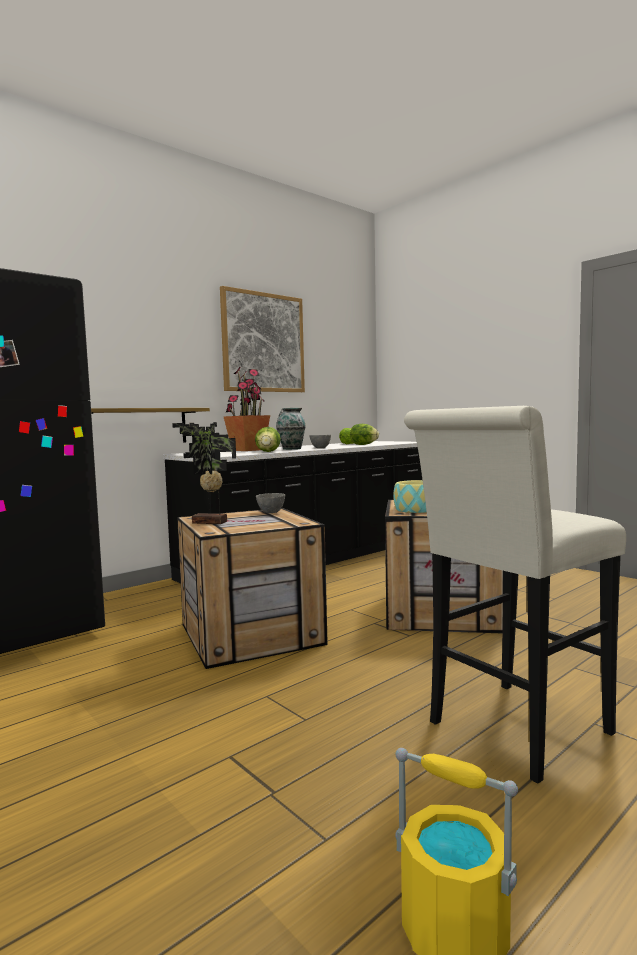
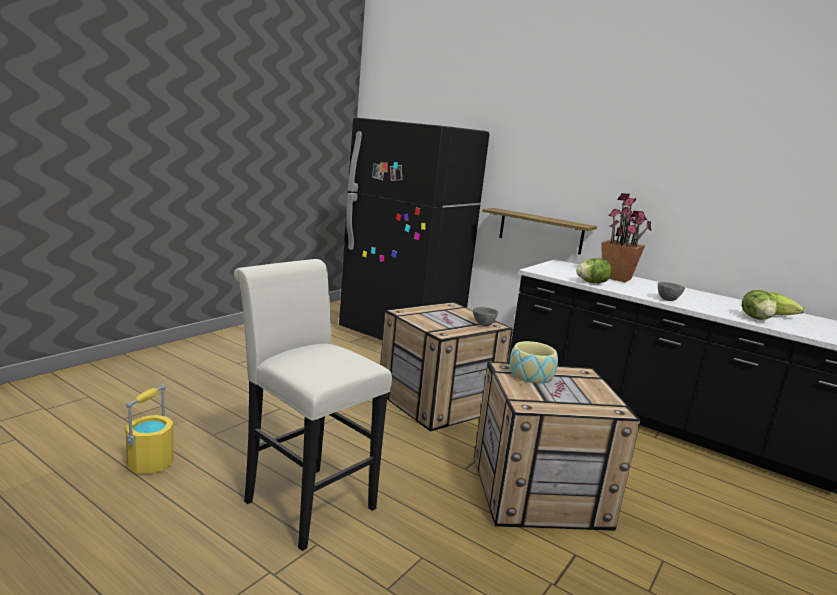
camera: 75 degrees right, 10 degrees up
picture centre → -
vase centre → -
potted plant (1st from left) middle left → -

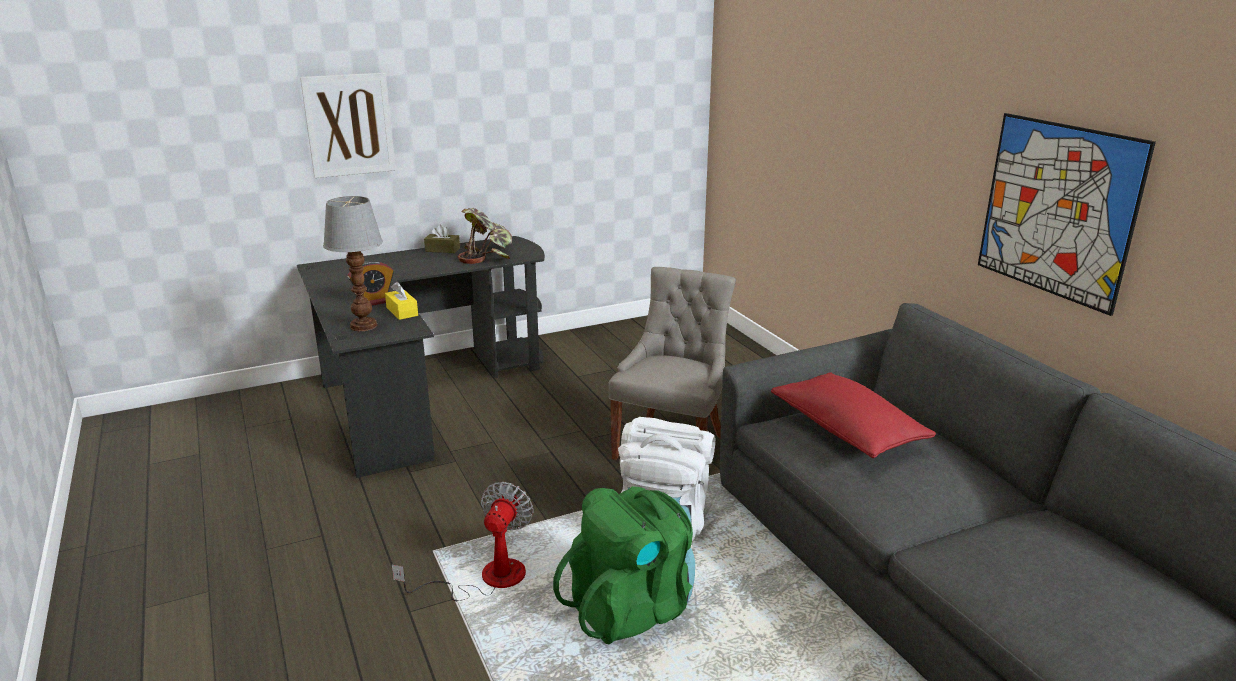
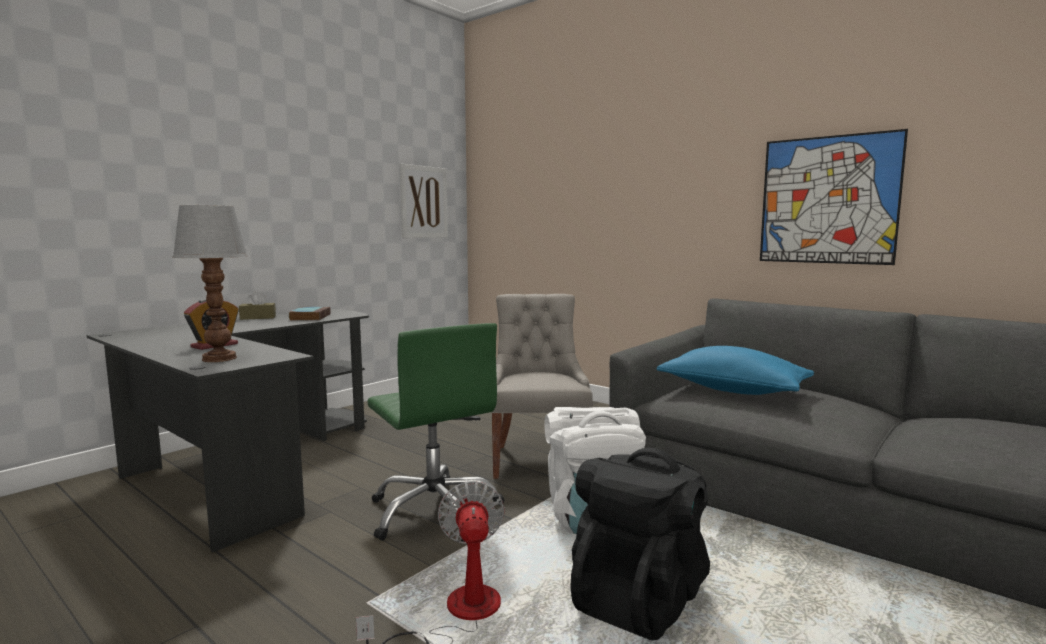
camera: 25 degrees left, 15 degrees down
picture (1st from left) top left → picture (1st from left) top centre, moved
potted plant centre → bound book middle left
tissue holder in yellow middle left → -
pillow in reddish middle right → pillow in blue middle right
rucksack in greenish bottom centre → rucksack in blackish bottom centre
- → desk chair in greenish bottom centre

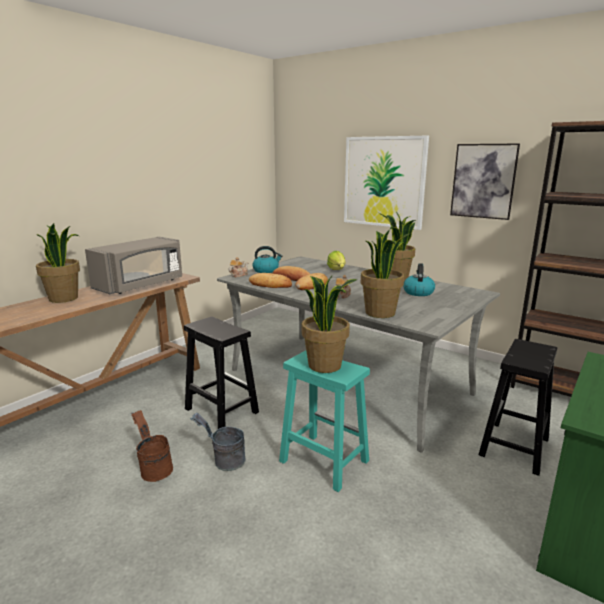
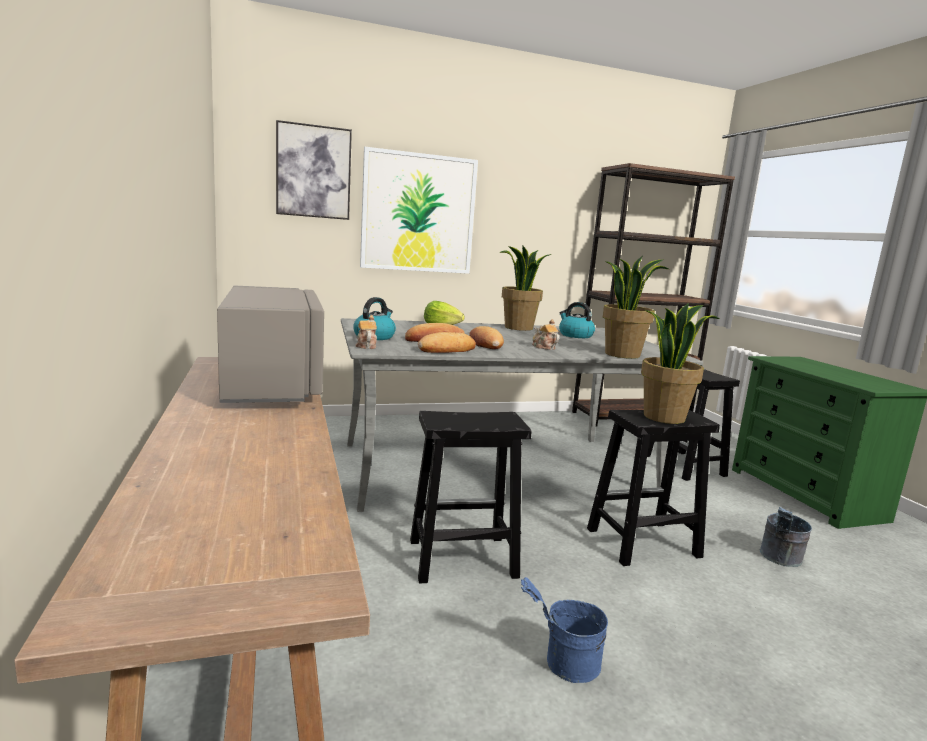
camera: 55 degrees left, 5 degrees down
picture (2nd from left in the first image) top right → picture (1st from left) top centre, moved
potted plant (1st from left) middle left → -
sitting stool in turquoise-coloured bottom centre → sitting stool in blackish (2nd from left) middle right
pail in brownish bottom left → pail in blue bottom centre
pail in greyish bottom centre → pail in greyish bottom right, moved

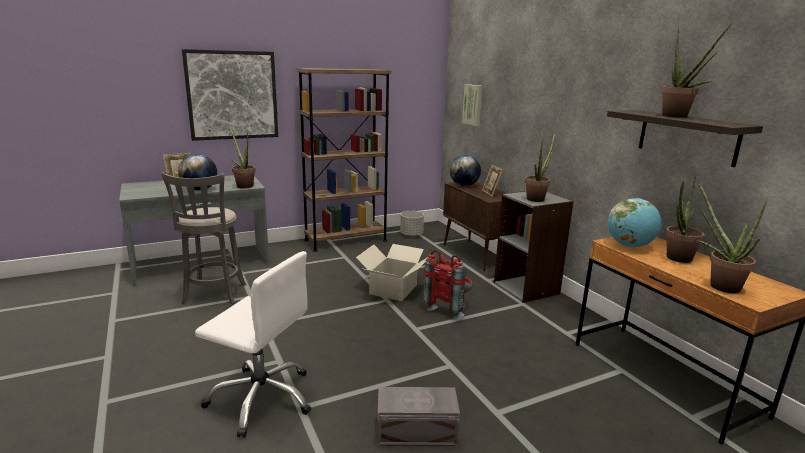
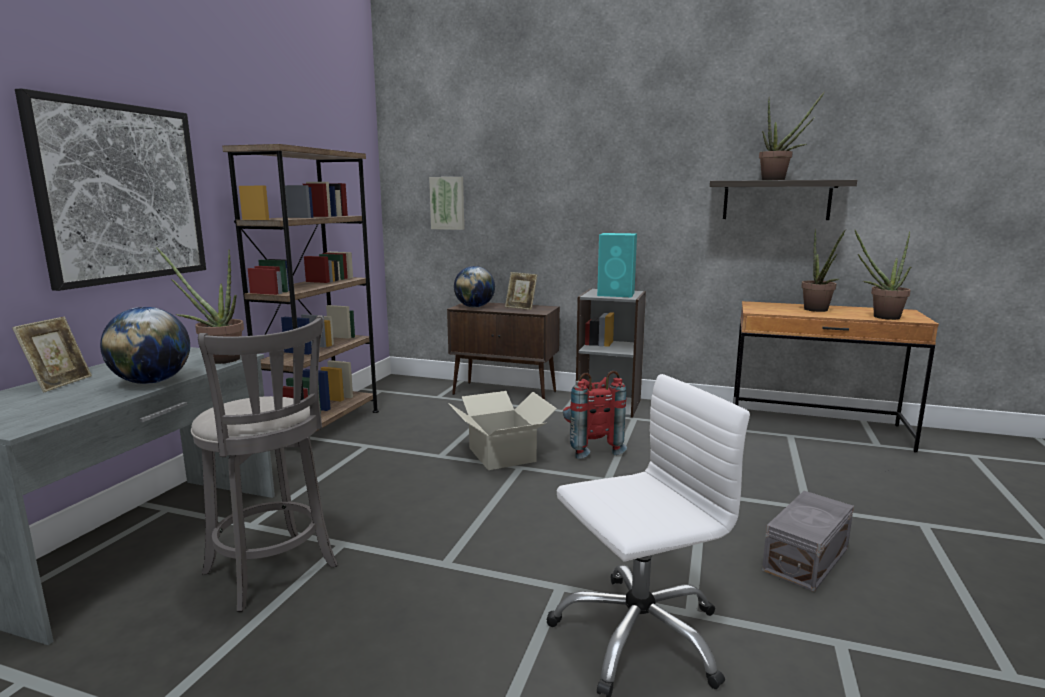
camera: 45 degrees left, 5 degrees down
potted plant (2nd from left) middle right → audio speaker in turquoise-coloured centre
globe (3rd from left) middle right → -
plant pot in greyish centre → -

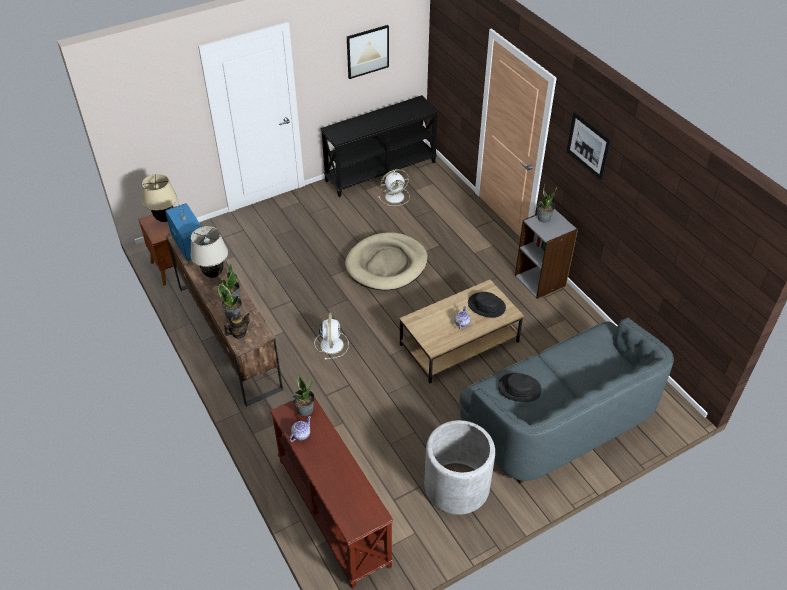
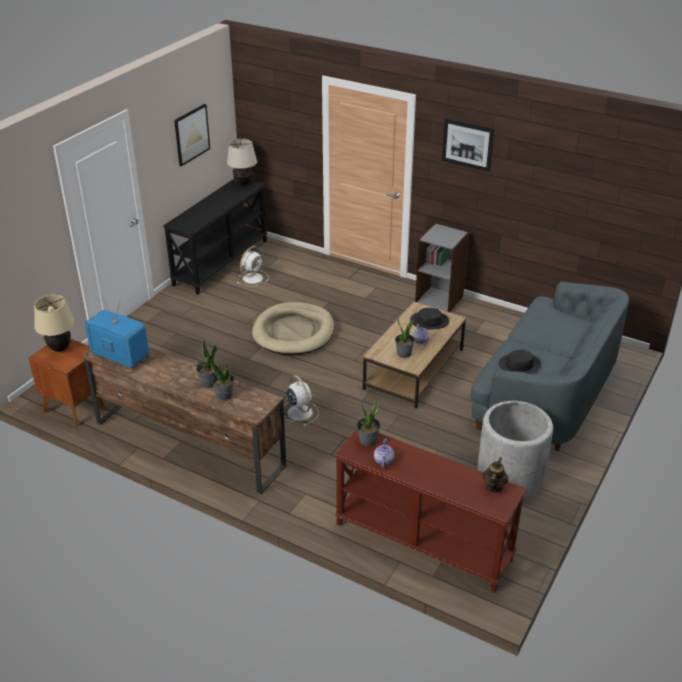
camera: 30 degrees left, 10 degrees down
potted plant (4th from left) middle right → potted plant (4th from left) centre, moved
table lamp in sand-coloured (2nd from left) middle left → table lamp in sand-coloured (2nd from left) top centre, moved
pot for tea (1st from left in the first image) middle left → pot for tea (3rd from left) bottom right, moved

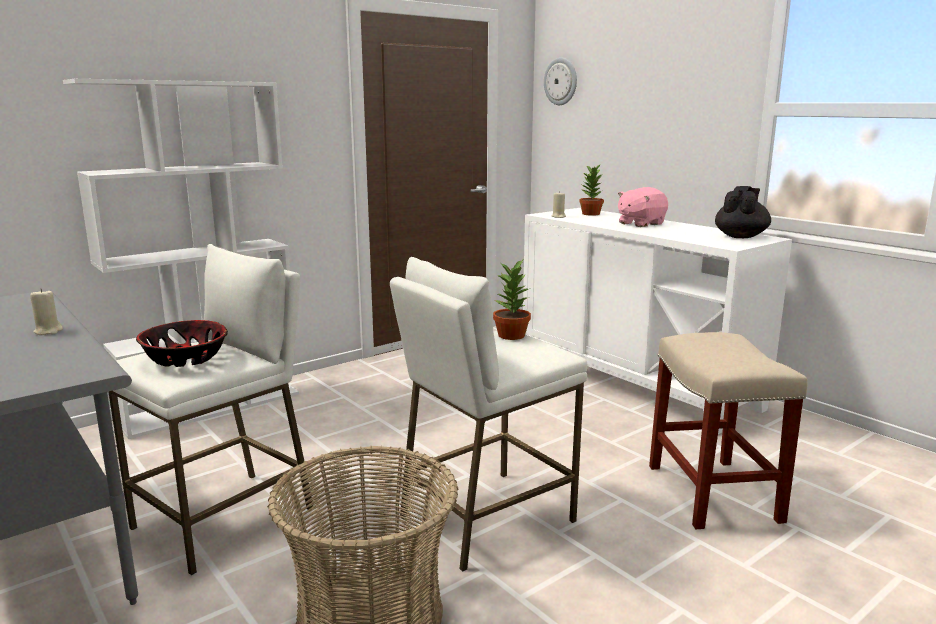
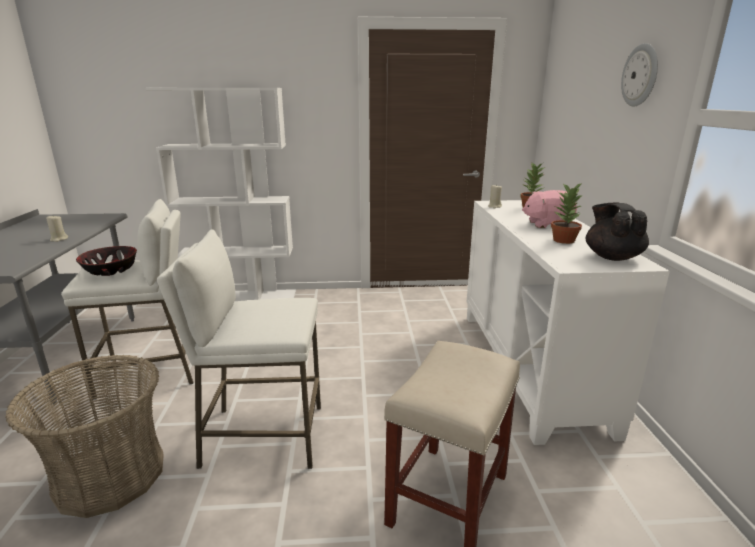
camera: 35 degrees right, 5 degrees up
clock on the wall top centre → clock on the wall top right, moved
pot for tea in blackish middle right, 75 degrees counterclockwise
potted plant (1st from left in the first image) centre → potted plant (2nd from left) middle right, moved

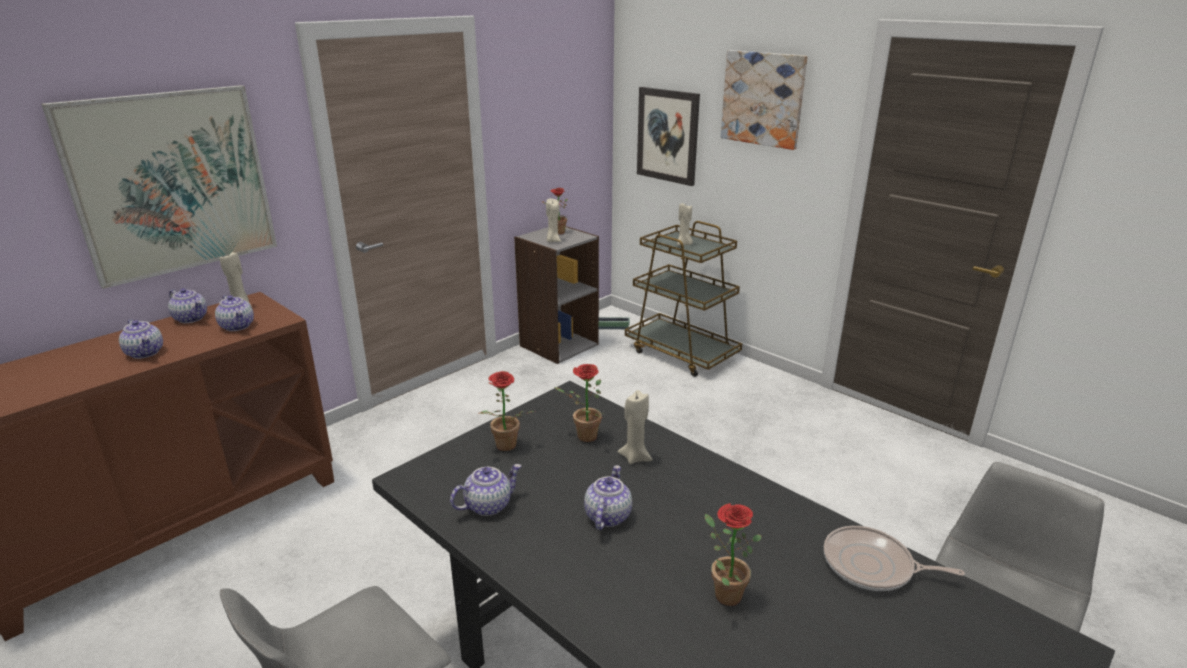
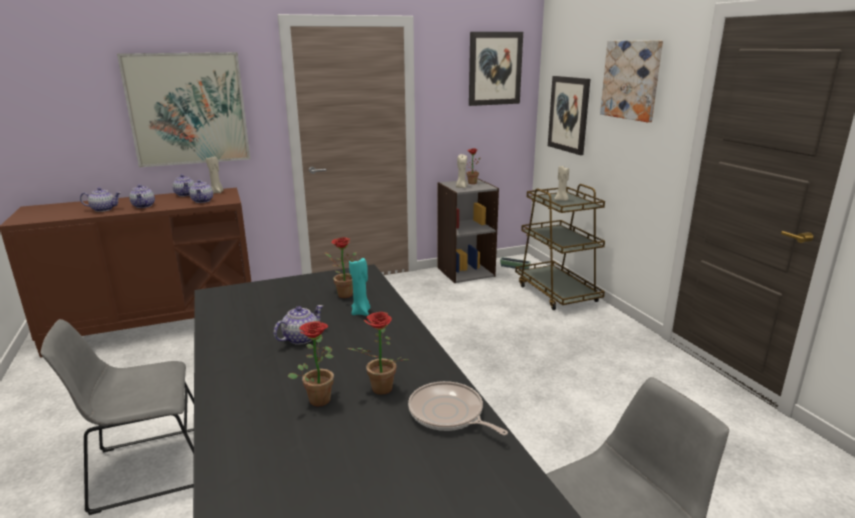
camera: 25 degrees right, 5 degrees down
potted plant (1st from left in the first image) centre → potted plant (3rd from left) bottom centre, moved
candle in sand-coloured (3rd from left) centre → candle in turquoise-coloured centre
pot for tea (4th from left in the first image) bottom centre → pot for tea (1st from left) middle left, moved
- → picture (2nd from left) top centre

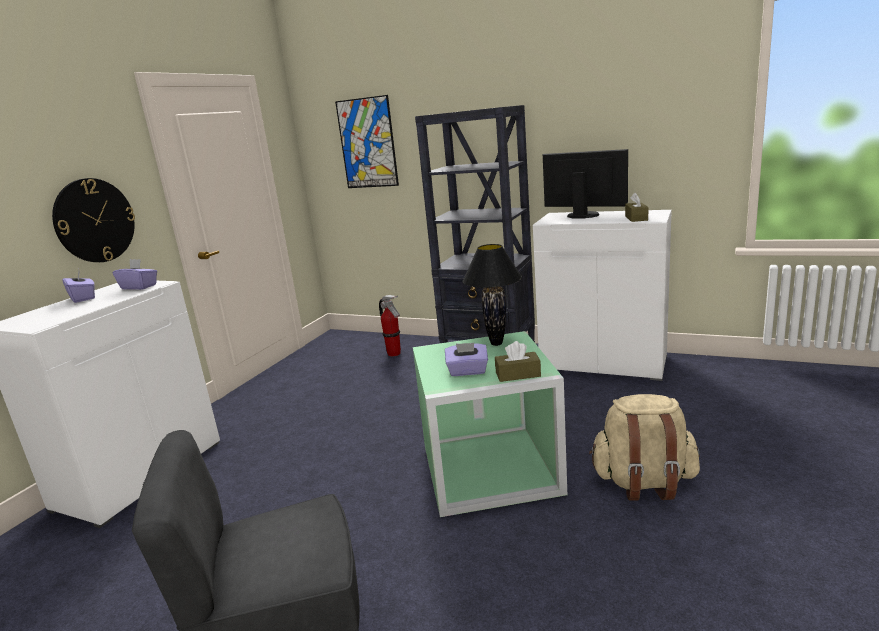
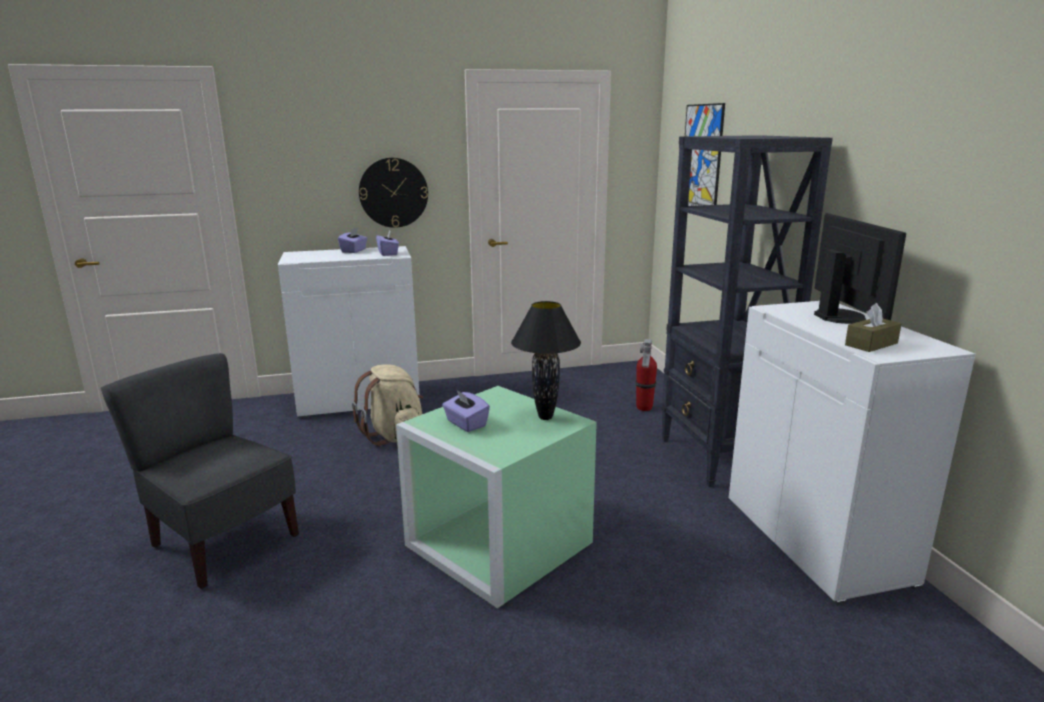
camera: 50 degrees right, 0 degrees up
tissue holder in brownish (1st from left) centre → -
rucksack in sand-coloured bottom right → rucksack in sand-coloured centre, moved

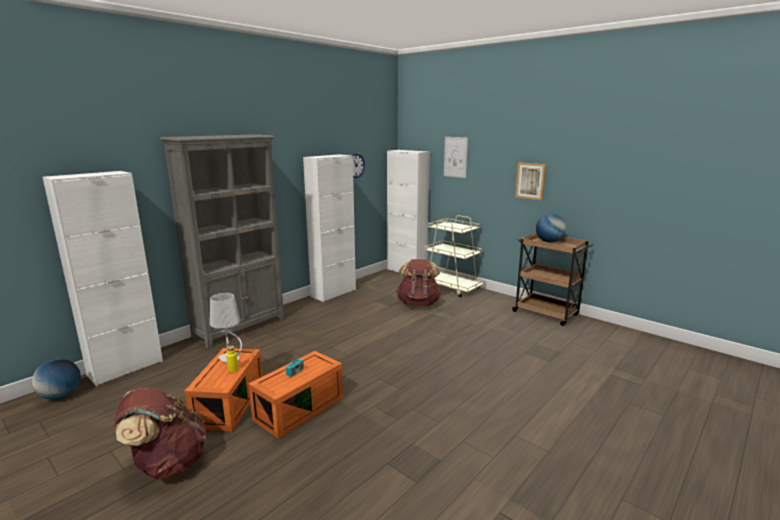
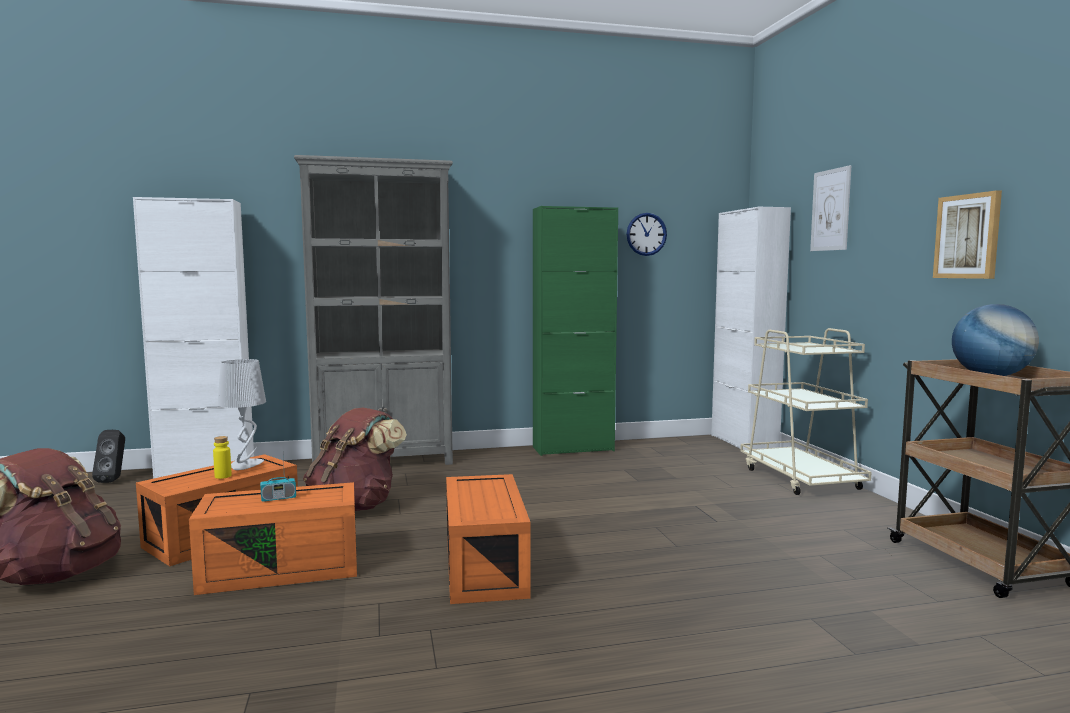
camera: 35 degrees right, 10 degrees down
cupboard in white-coloured (2nd from left) centre → cupboard in greenish centre
rucksack in brownish (2nd from left) centre → rucksack in brownish (2nd from left) middle left, moved
globe (1st from left) bottom left → audio speaker in blackish middle left
- → storage bin in orangey (3rd from left) bottom centre

